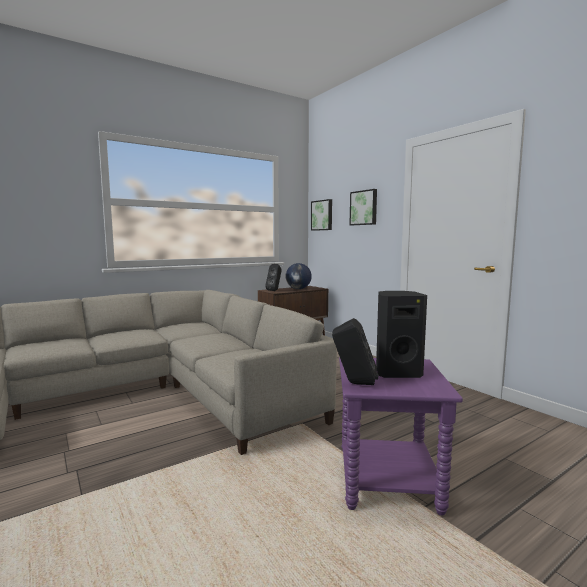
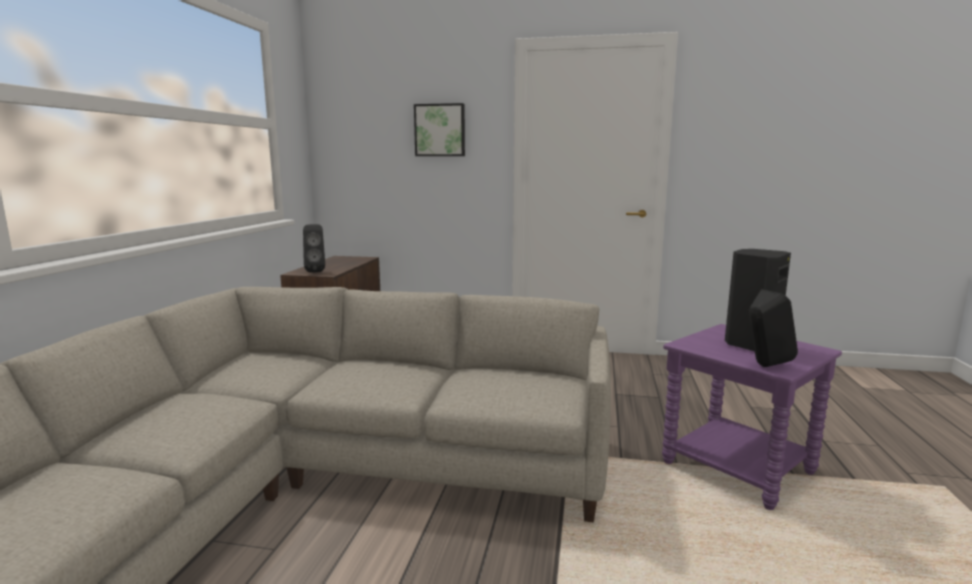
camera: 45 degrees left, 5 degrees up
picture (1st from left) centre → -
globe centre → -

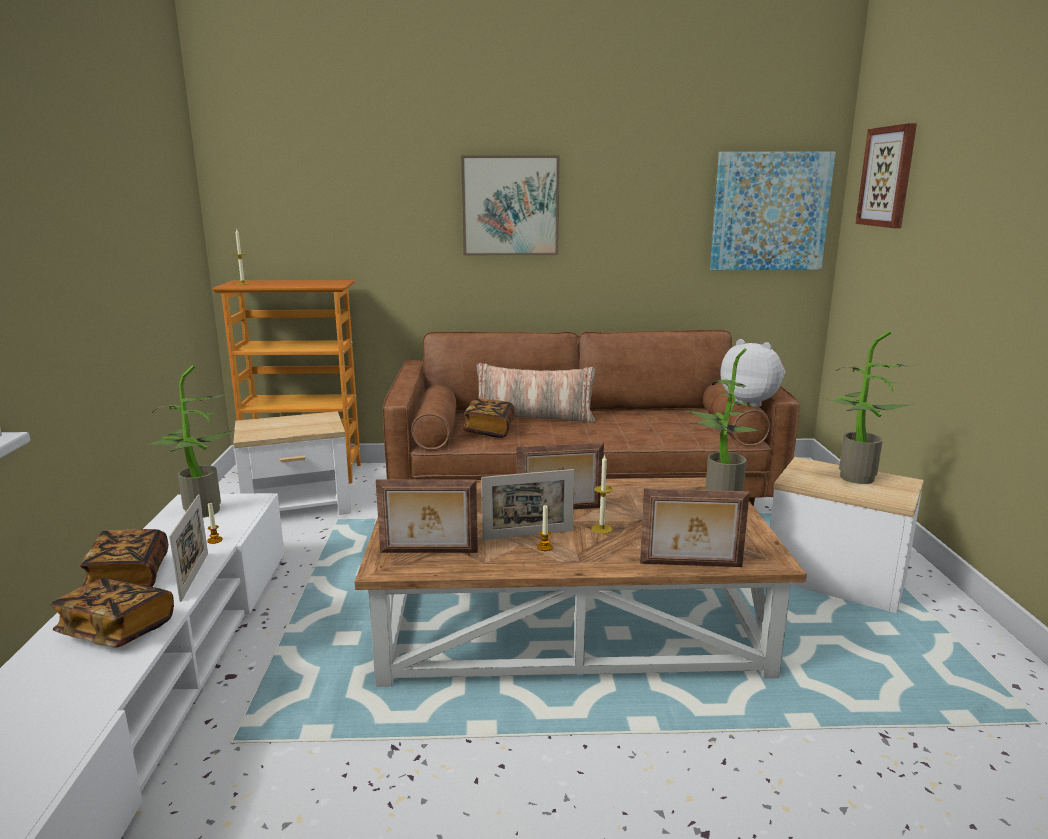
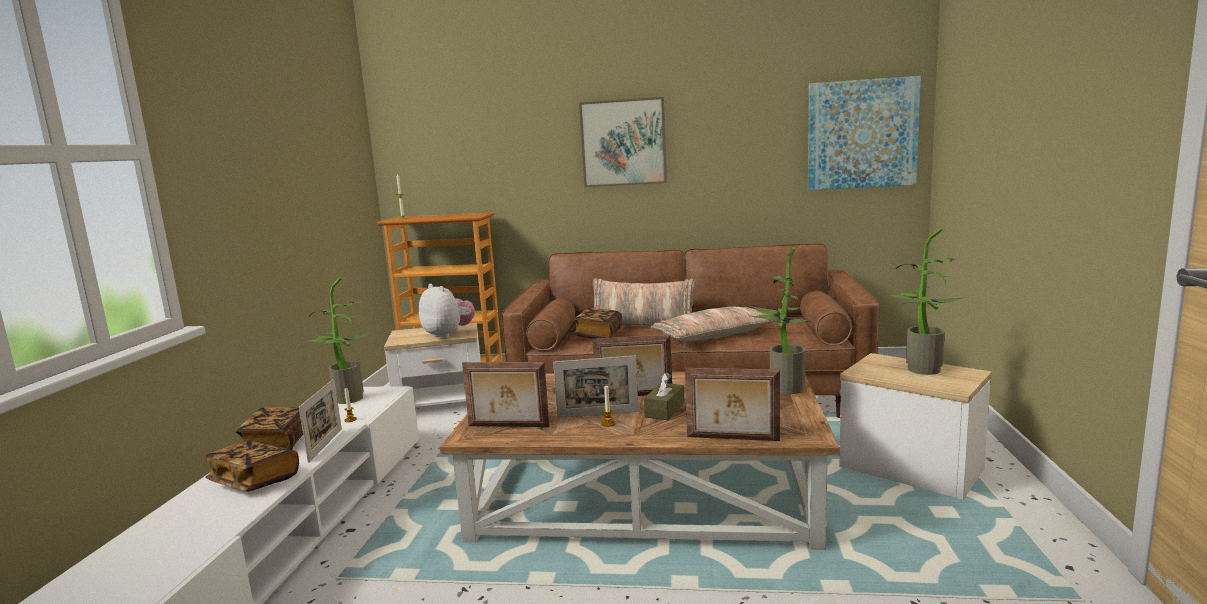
camera: 10 degrees right, 5 degrees down
picture (3rd from left) top right → -
cuddly toy middle right → cuddly toy centre, moved
candle (4th from left) centre → tissue holder in brownish centre
- → pillow (2nd from left) centre

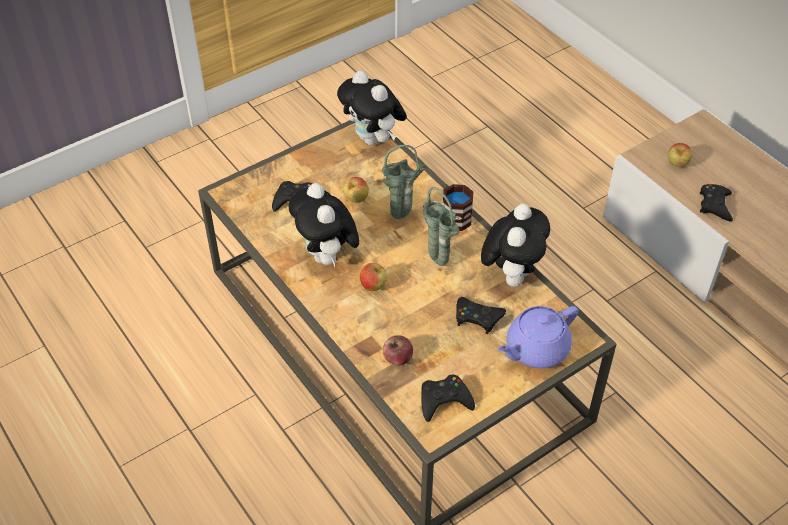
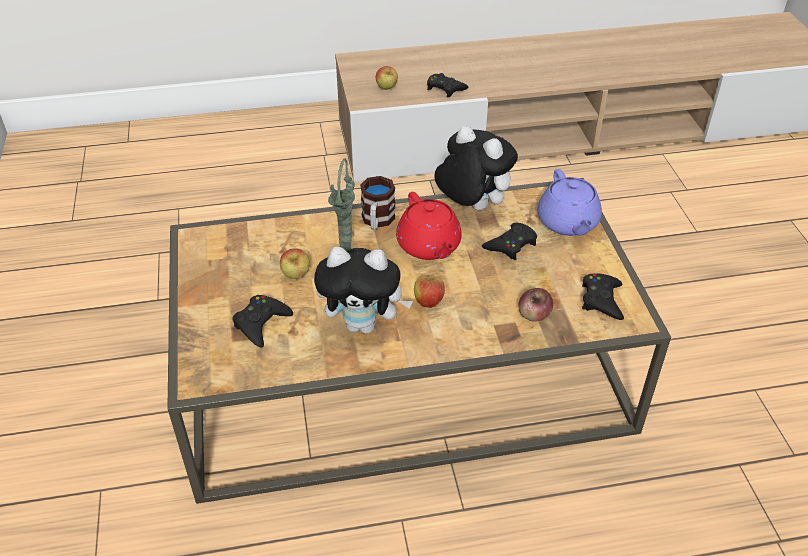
camera: 65 degrees left, 5 degrees down
cuddly toy (2nd from left) top centre → -
vase in greenish (2nd from left) centre → pot for tea in reddish centre

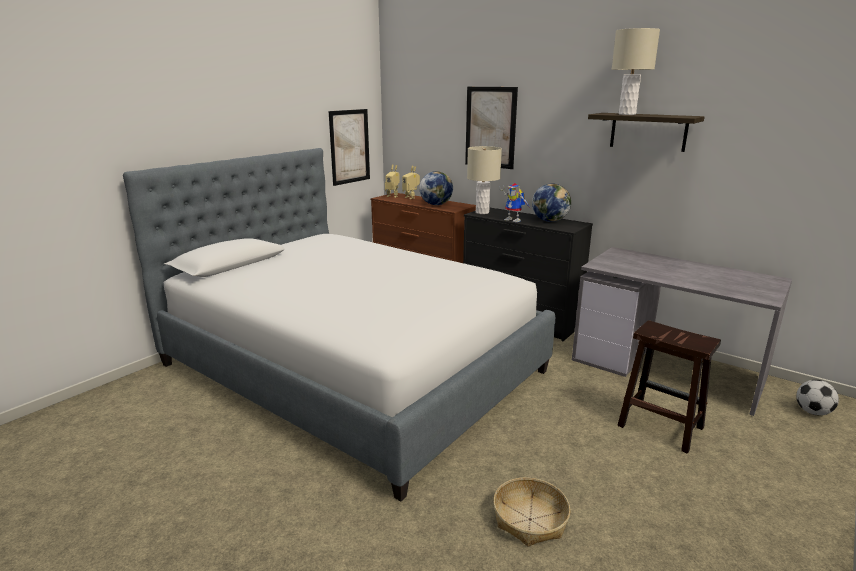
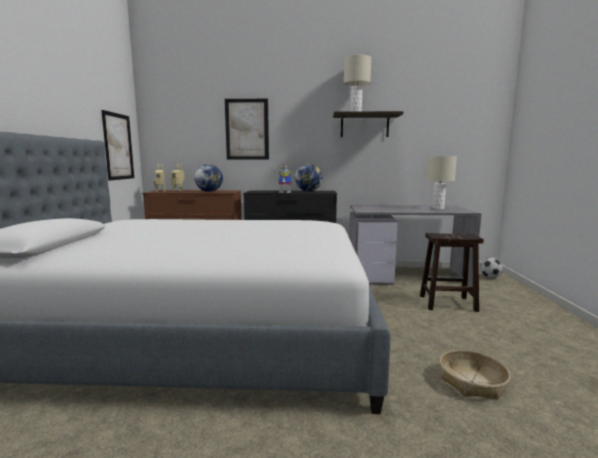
camera: 35 degrees left, 10 degrees down
table lamp in sand-coloured (1st from left in the first image) top centre → table lamp in sand-coloured (2nd from left) middle right, moved

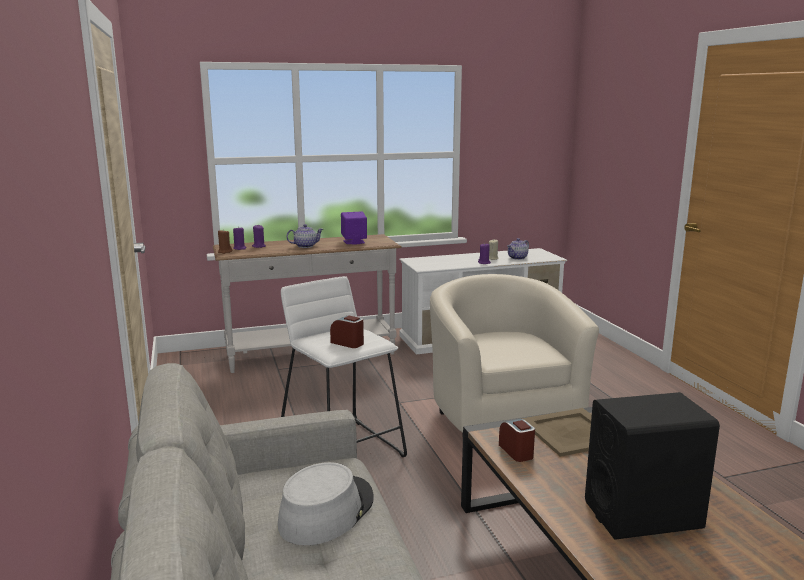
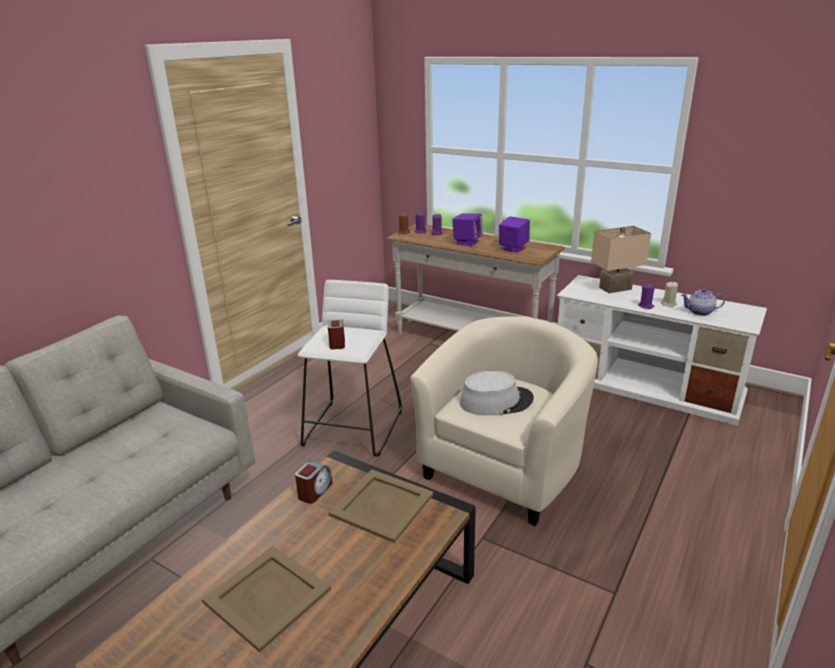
camera: 50 degrees right, 10 degrees up
pot for tea (1st from left) centre → audio speaker in purple-coloured (1st from left) centre
audio speaker in blackish bottom right → tray in sand-coloured (1st from left) bottom left
wearable hat in greyish bottom centre → wearable hat in greyish centre, moved
- → table lamp in sand-coloured middle right

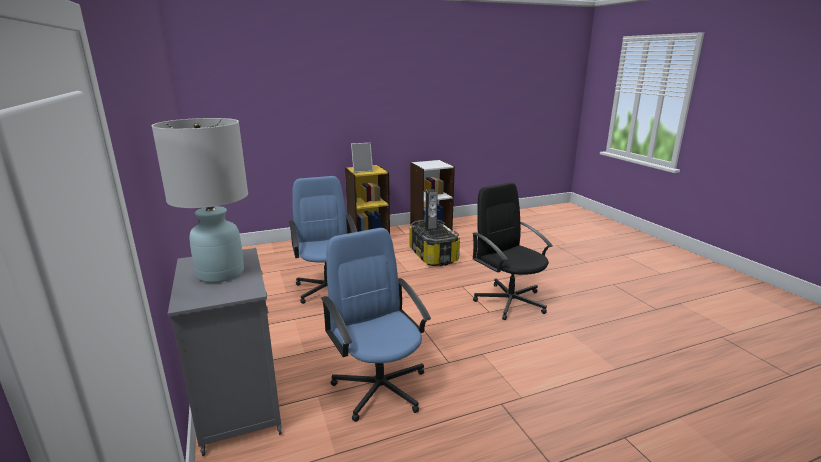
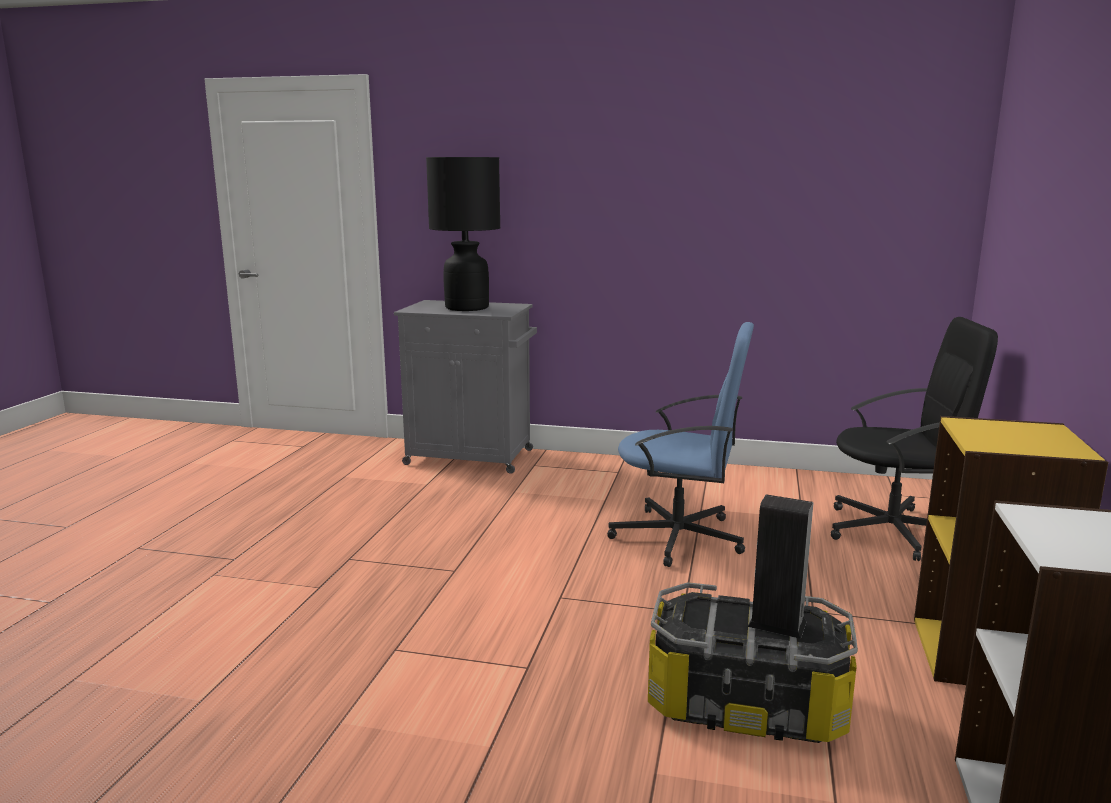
camera: 125 degrees right, 5 degrees down
table lamp in white-coloured middle left → table lamp in blackish top centre
standing frame centre → -
desk chair in blackish centre → desk chair in blackish middle right, moved
desk chair in blue (2nd from left) bottom centre → -

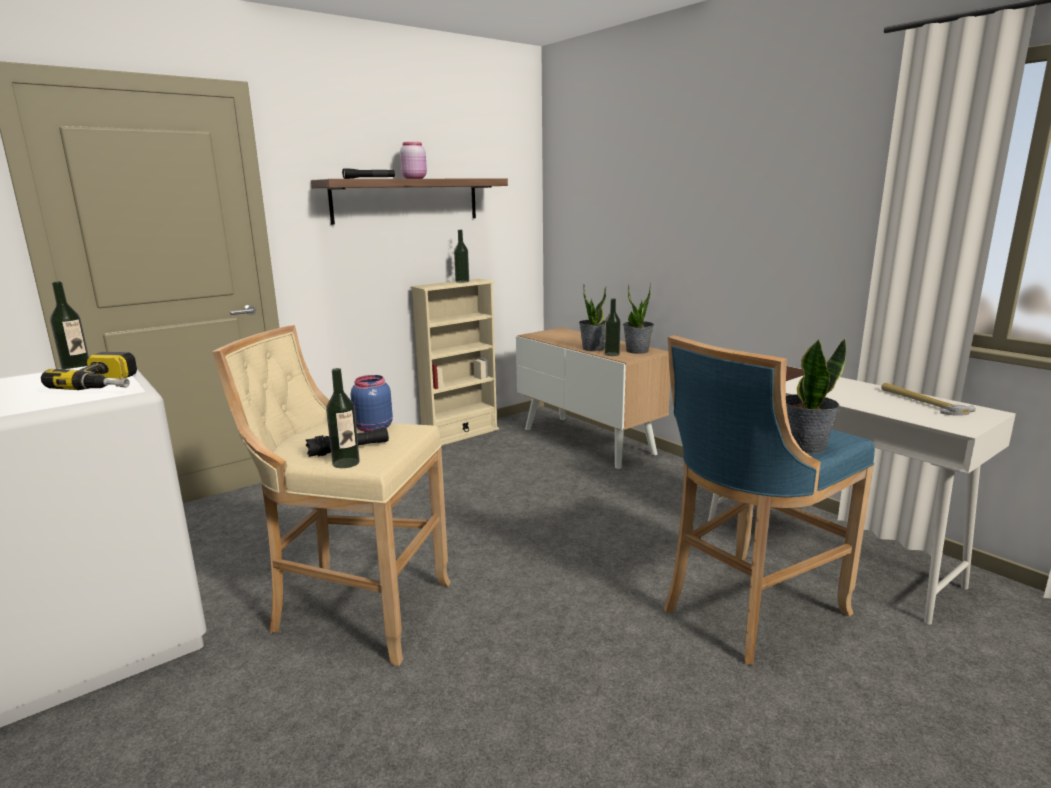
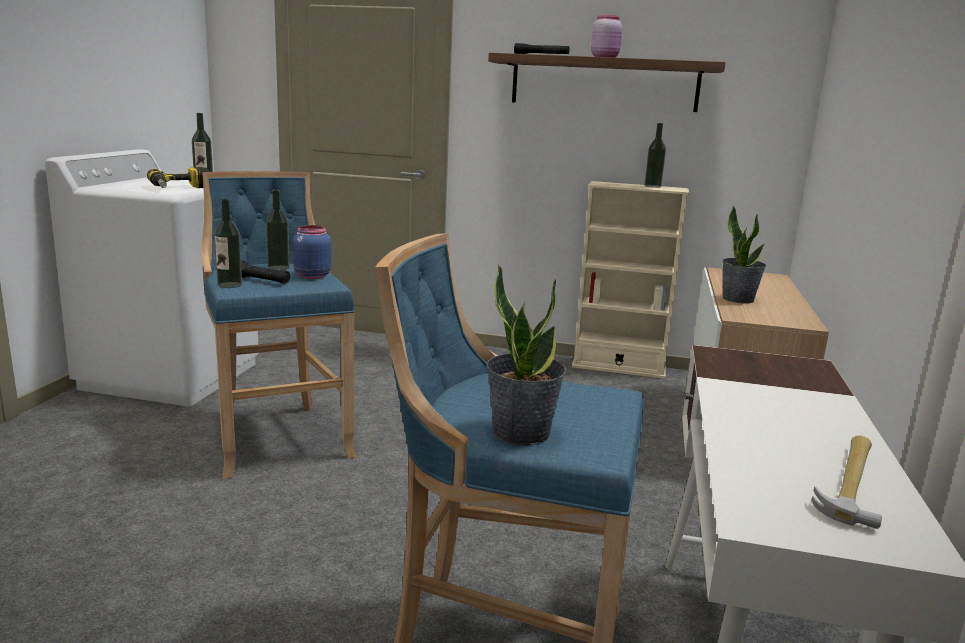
camera: 50 degrees right, 0 degrees up
potted plant (2nd from left) centre → -
bottle (4th from left in the first image) centre → bottle (3rd from left) middle left, moved
sitting stool in sand-coloured middle left → sitting stool in blue (1st from left) middle left

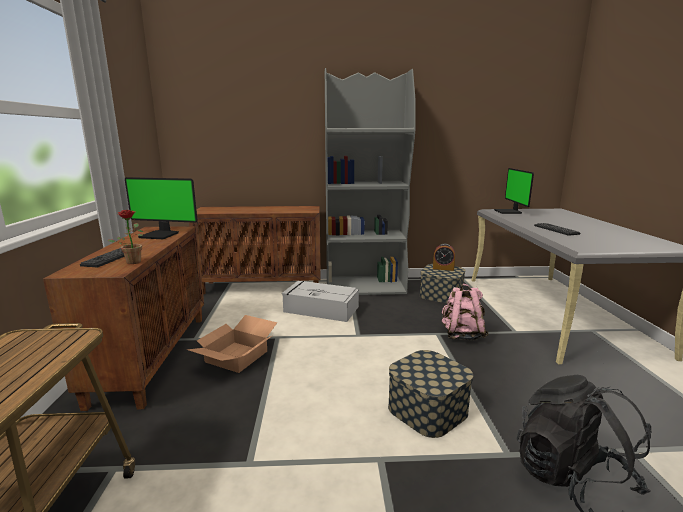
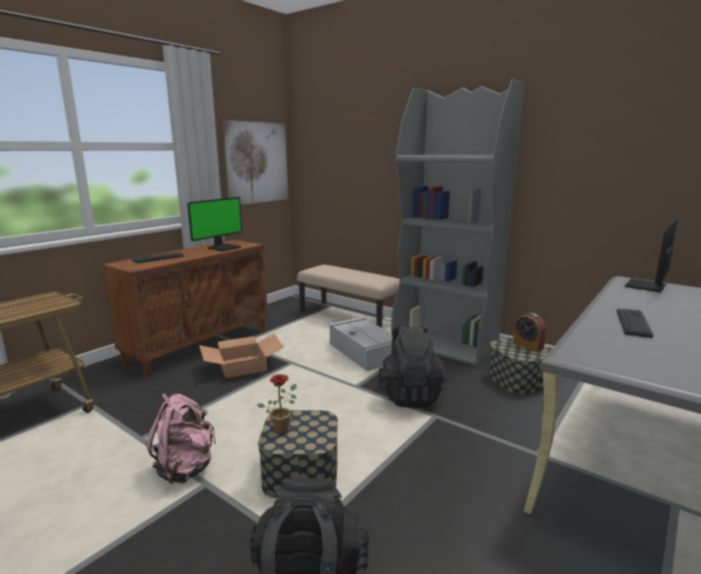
camera: 40 degrees right, 0 degrees up
computer screen (1st from left) middle left, 105 degrees counterclockwise
cupboard in brownish (2nd from left) centre → bench in sand-coloured centre
potted plant middle left → potted plant bottom centre, moved
rucksack in pinkish middle right → rucksack in pinkish bottom left, moved
- → picture top centre
- → rucksack in blackish (2nd from left) centre

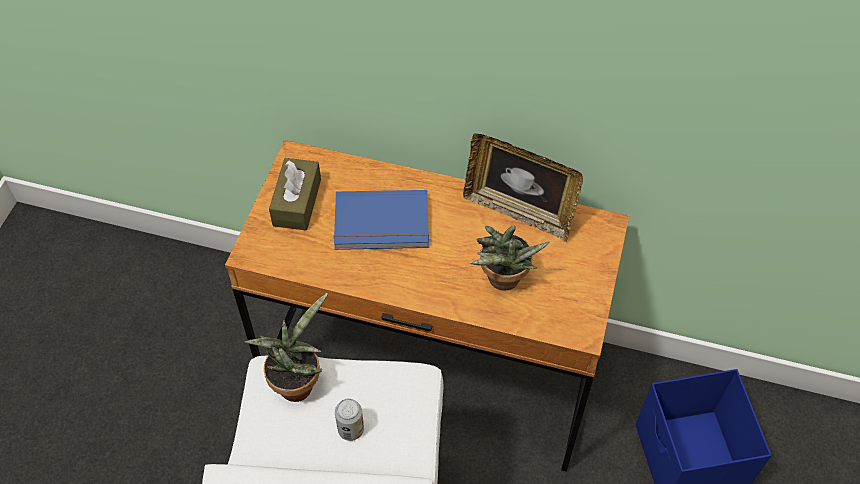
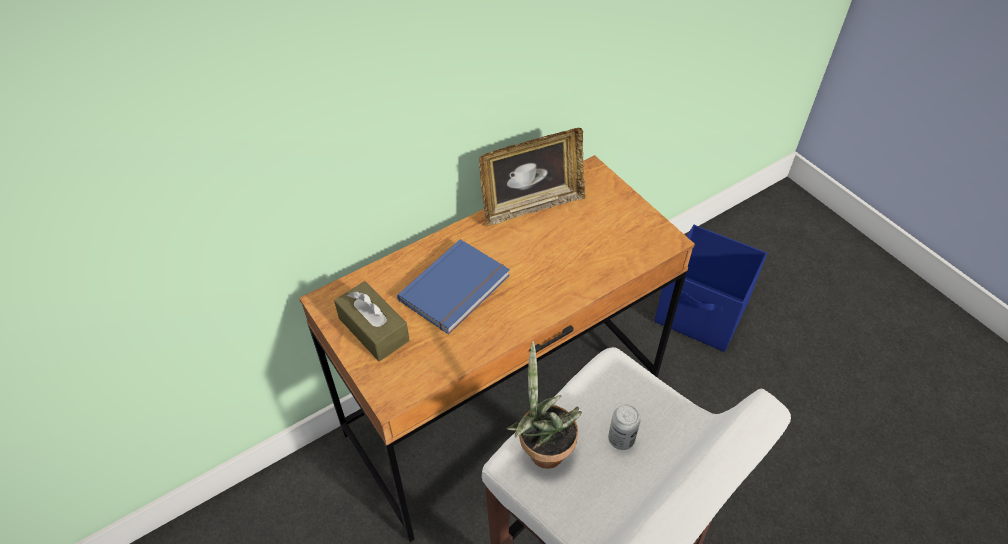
camera: 50 degrees left, 5 degrees down
potted plant (2nd from left) centre → -

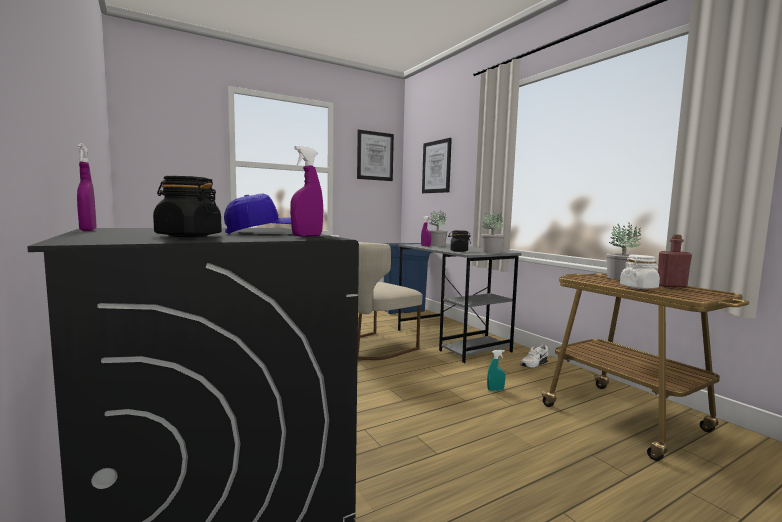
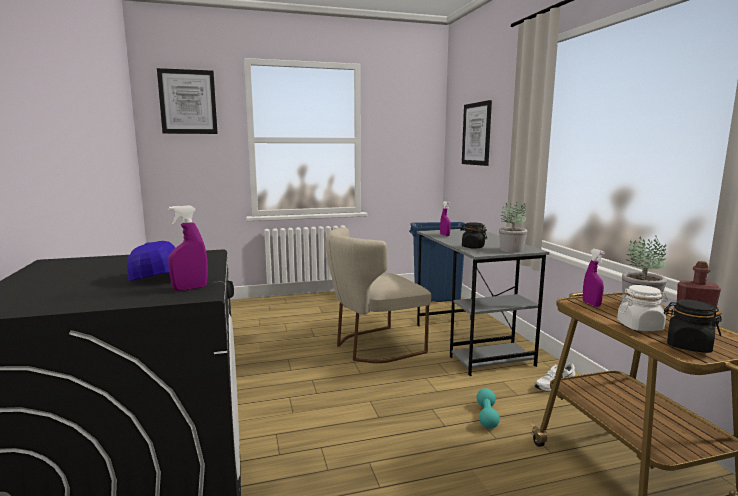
camera: 15 degrees right, 5 degrees up
picture (1st from left) top centre → picture (1st from left) top left, moved
hand sprayer in purple-coloured (1st from left in the first image) middle left → hand sprayer in purple-coloured (3rd from left) middle right, moved
storage jar in blackish (1st from left in the first image) middle left → storage jar in blackish (2nd from left) middle right, moved
potted plant (1st from left) centre → -
hand sprayer in turquoise-coloured bottom centre → dumbbell in turquoise-coloured bottom centre

